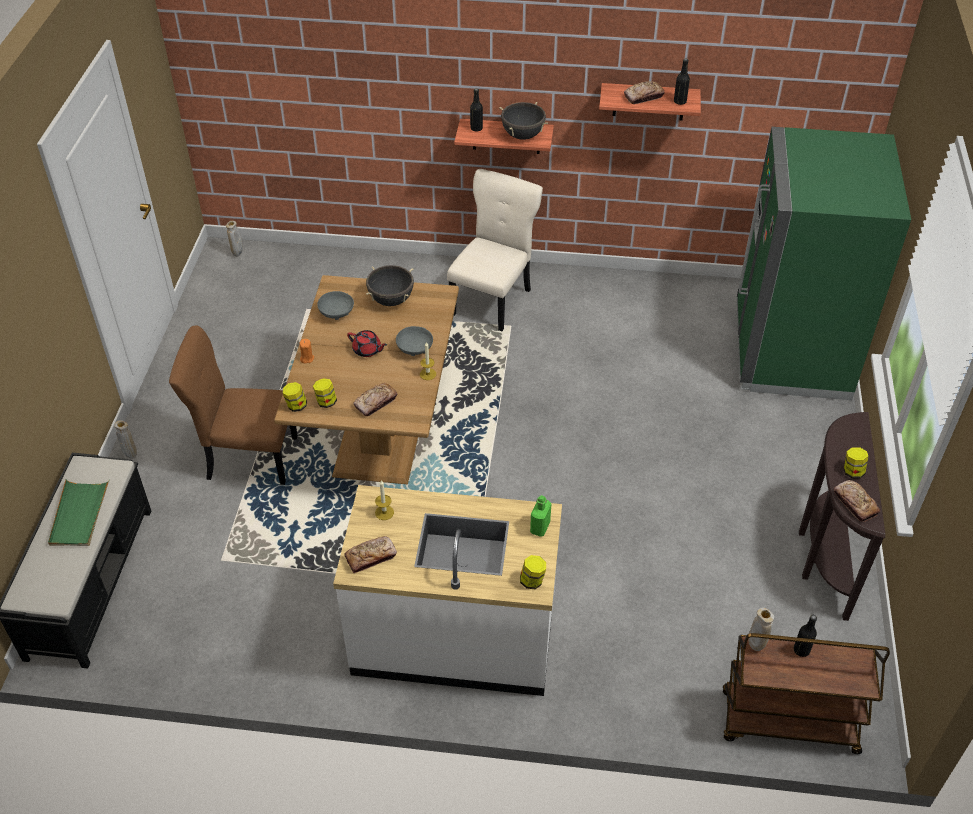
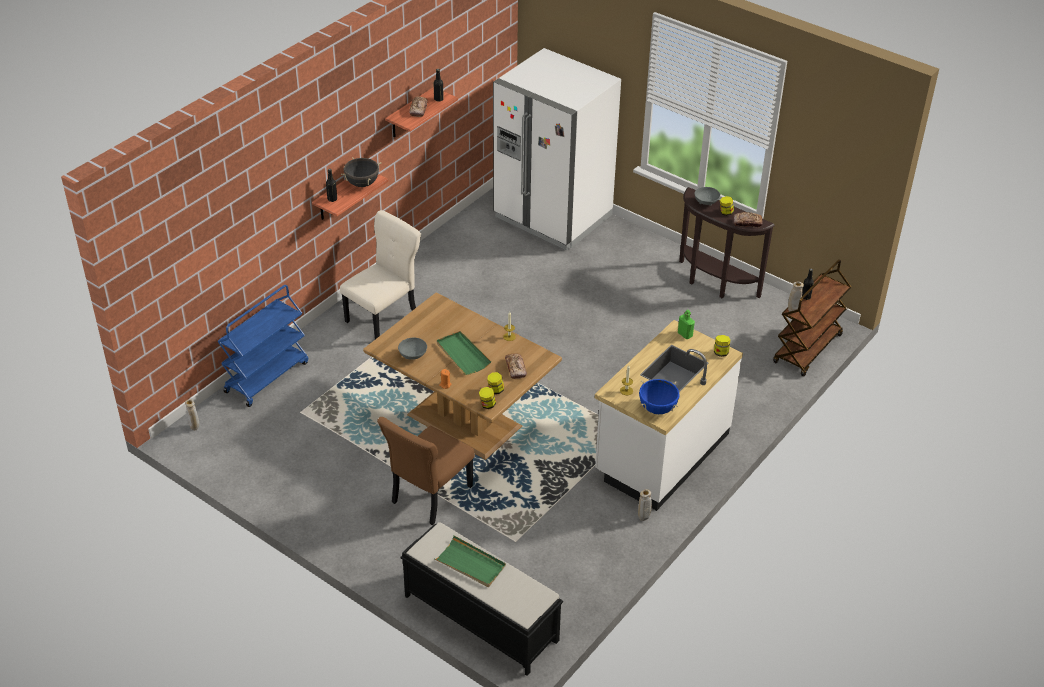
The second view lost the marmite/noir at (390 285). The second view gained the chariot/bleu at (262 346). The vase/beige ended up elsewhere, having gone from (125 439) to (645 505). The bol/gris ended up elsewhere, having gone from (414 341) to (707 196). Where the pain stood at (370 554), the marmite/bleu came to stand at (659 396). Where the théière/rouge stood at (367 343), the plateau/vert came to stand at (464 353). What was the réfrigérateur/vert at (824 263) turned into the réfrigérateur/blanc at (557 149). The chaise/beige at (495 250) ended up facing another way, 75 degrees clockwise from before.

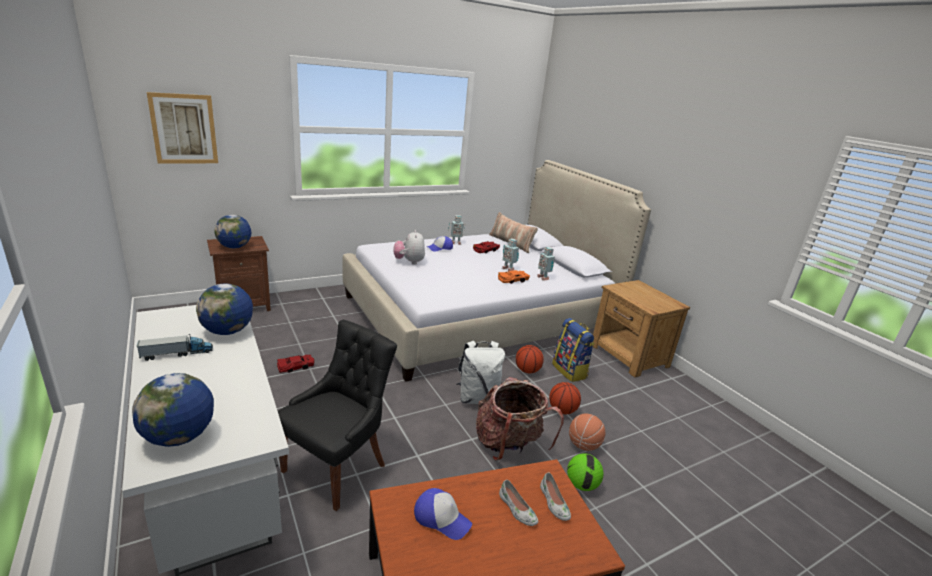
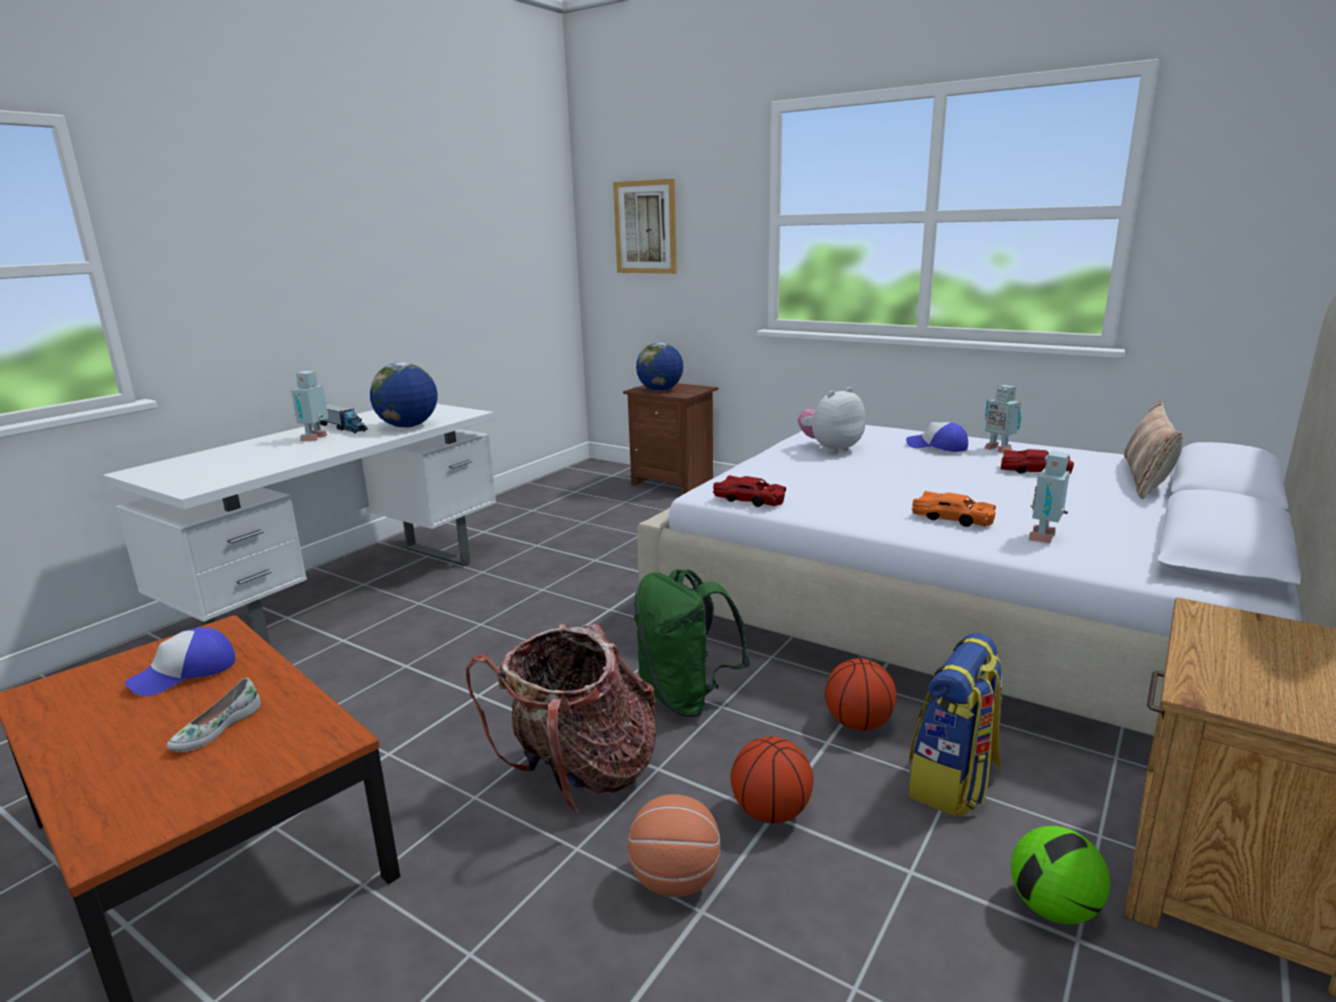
The second view lost the globe at (173 410). The second view lost the chaise/noir at (337 415). The second view lost the chaussure/blanc at (555 496). The petite voiture/rouge ended up elsewhere, having gone from (295 364) to (749 491). The robot jouet ended up elsewhere, having gone from (510 254) to (310 406). The ballon de foot ended up elsewhere, having gone from (585 472) to (1060 875). What was the sac à dos/blanc at (480 372) turned into the sac à dos/vert at (692 643). The casquette at (443 514) ended up facing another way, 45 degrees clockwise from before.

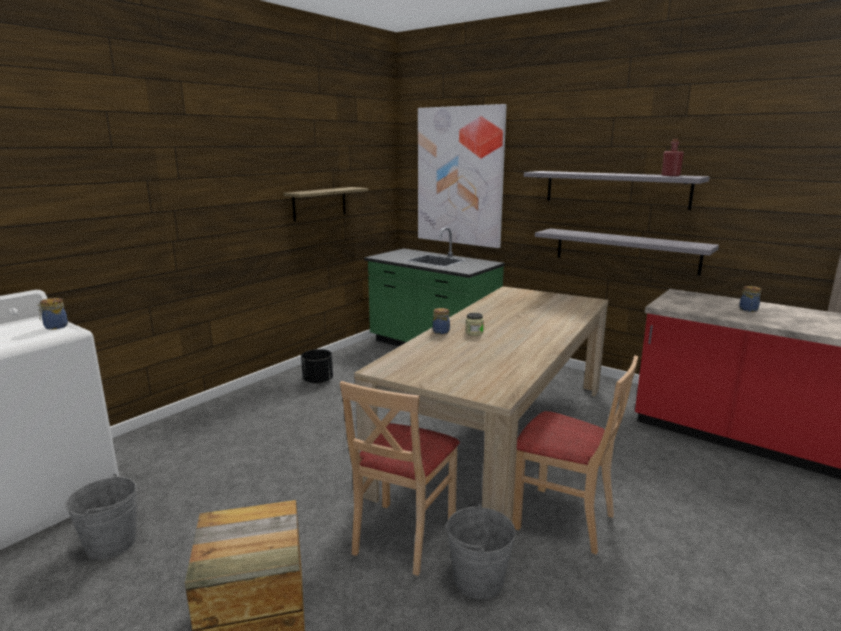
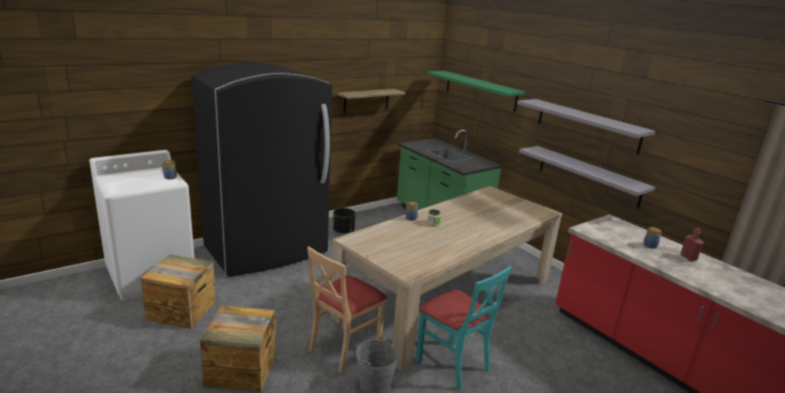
The second view gained the réfrigérateur/noir at (262 169). The bouteille/rouge ended up elsewhere, having gone from (673 157) to (692 244). Where the seau/gris stood at (101 517), the caisse came to stand at (178 291). Where the tableau hung at (462 176), the étagère/vert came to hang at (475 91). What was the chaise/beige at (575 455) turned into the chaise/turquoise at (463 328).

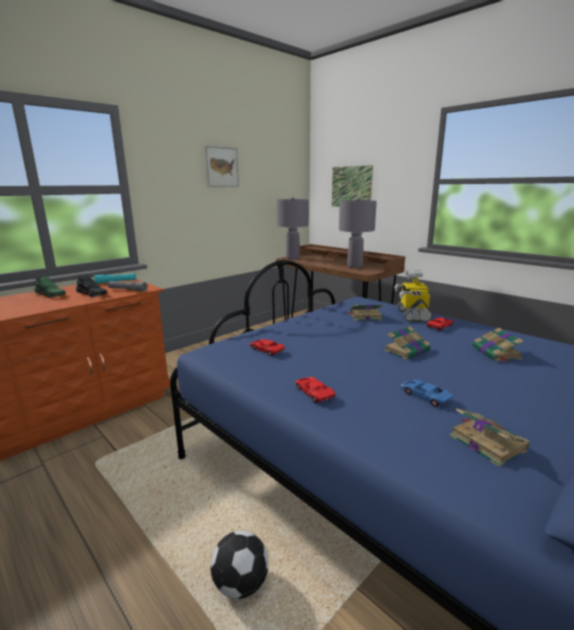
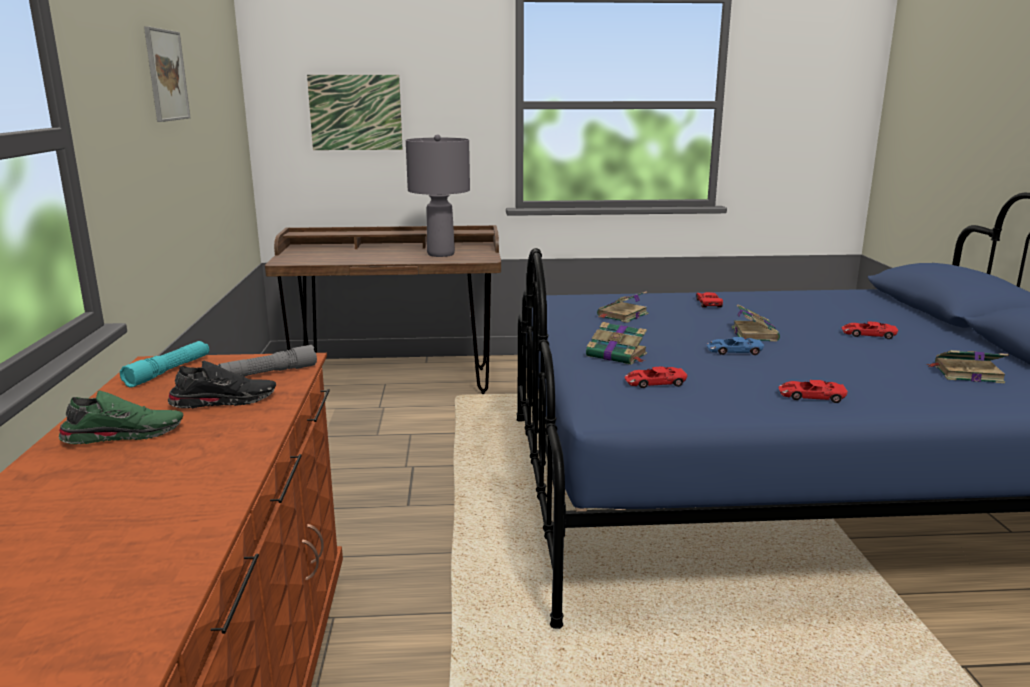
The second view lost the ballon de foot at (239 565). The second view lost the lampe de table/gris at (293 228). The second view lost the robot jouet at (413 296). The second view gained the petite voiture/rouge at (869 330). The petite voiture/bleu ended up elsewhere, having gone from (427 393) to (735 346). The livre ended up elsewhere, having gone from (497 345) to (616 343).

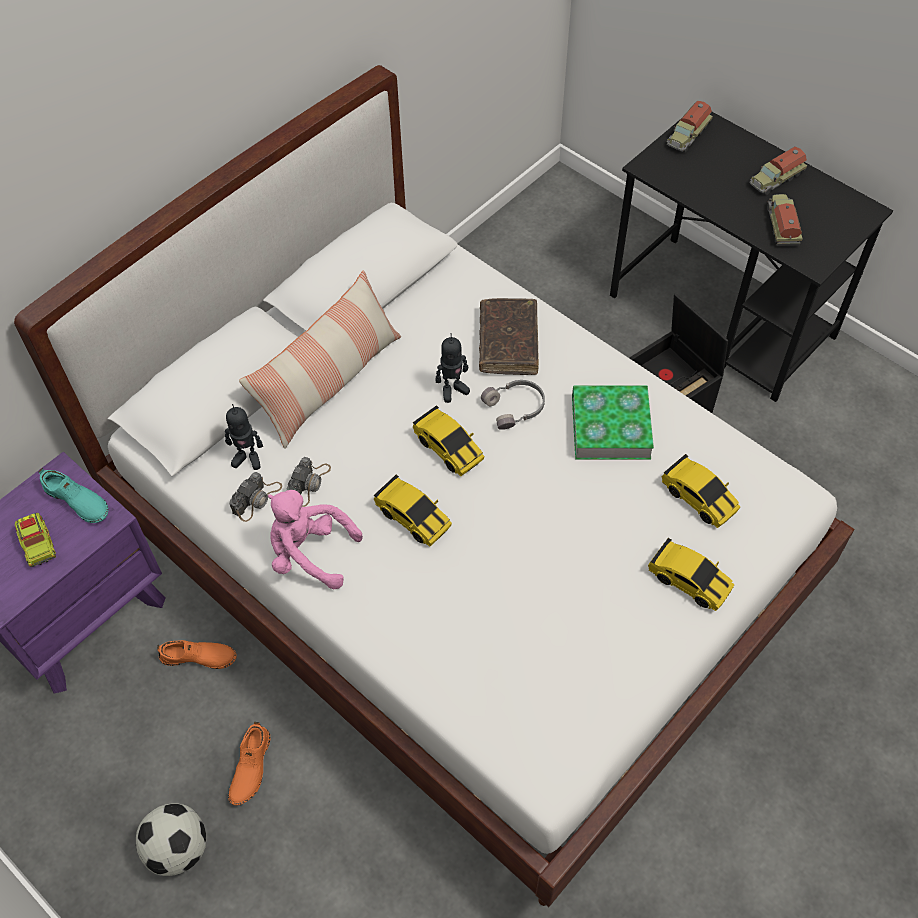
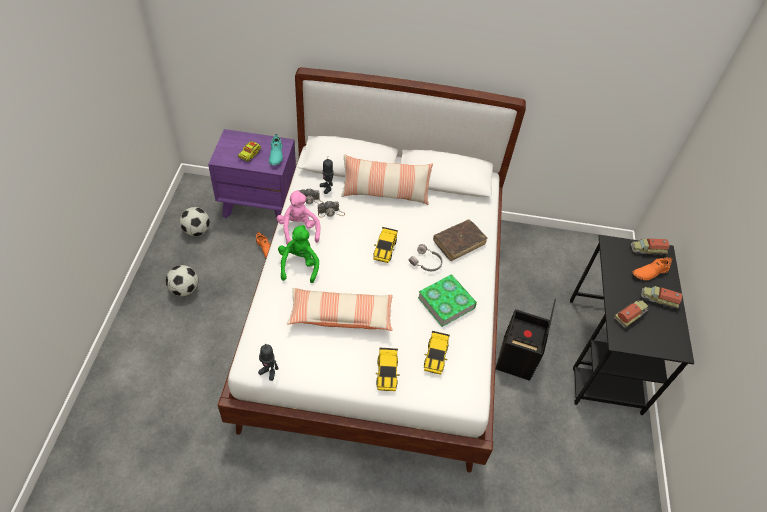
The second view lost the petite voiture at (413 510). The second view gained the ballon de foot at (195 221). The second view gained the peluche/vert at (298 254). The second view gained the coussin at (340 309). The chaussure/orange ended up elsewhere, having gone from (249 763) to (652 268). The robot jouet ended up elsewhere, having gone from (453 368) to (268 362).

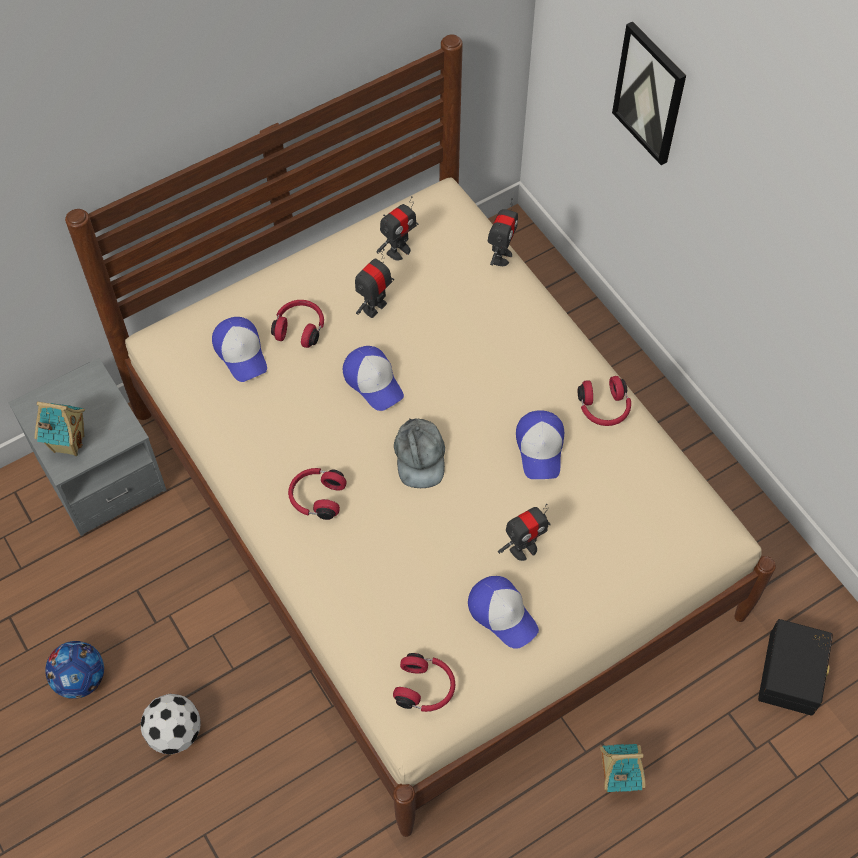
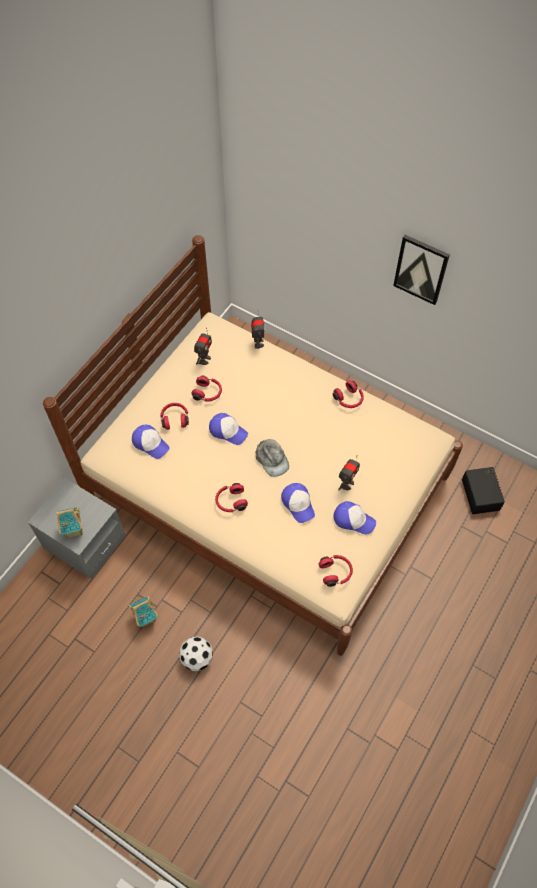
The second view lost the ballon de foot at (74 670). The casquette ended up elsewhere, having gone from (540 444) to (298 503). The maison miniature ended up elsewhere, having gone from (623 768) to (143 611). The tableau ended up elsewhere, having gone from (649 93) to (421 270). Where the robot jouet stood at (374 283), the casque audio/rouge came to stand at (207 389).

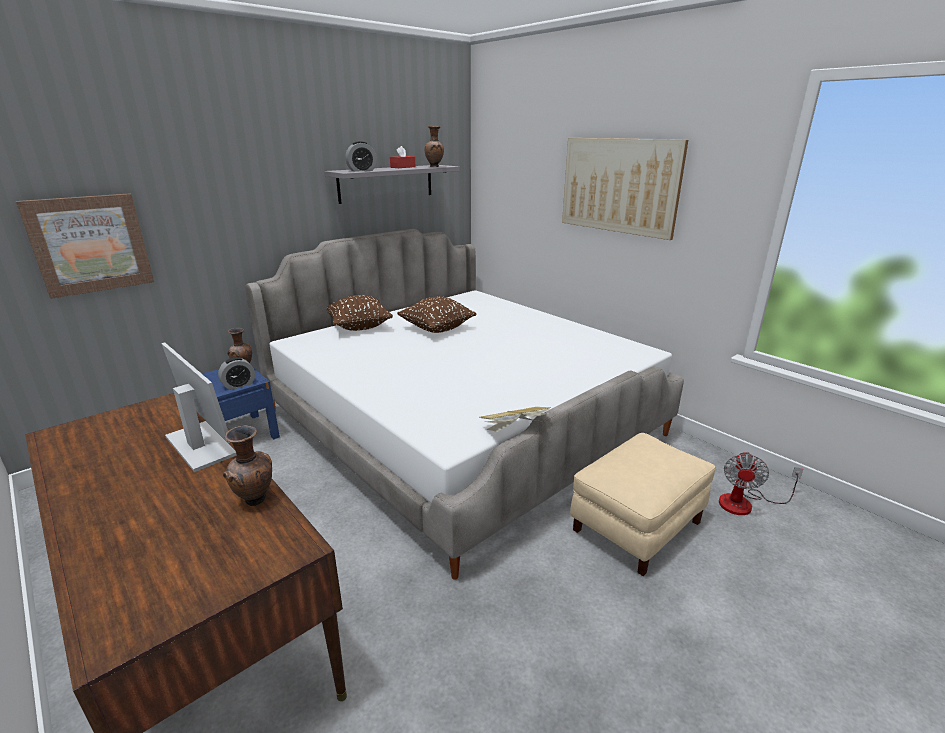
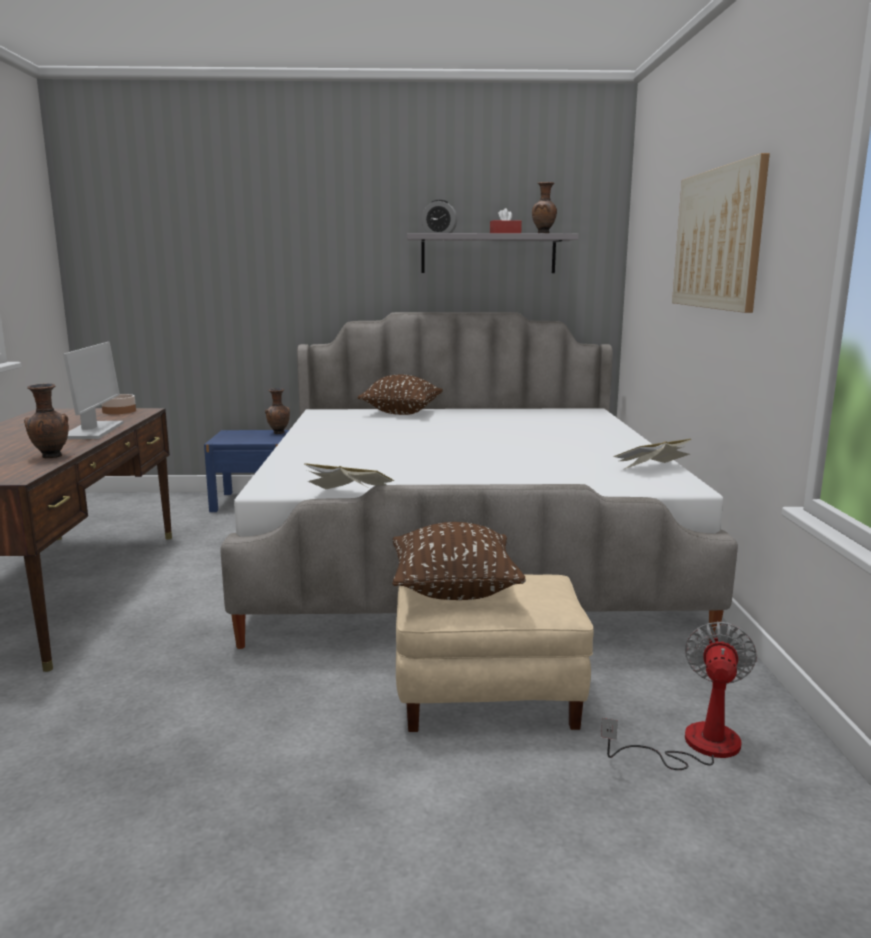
The second view lost the tableau at (85 246). The second view lost the réveil at (236 373). The second view gained the bol at (118 404). The second view gained the livre at (652 454). The coussin/marron ended up elsewhere, having gone from (436 314) to (459 561). The ventilateur at (761 483) ended up facing another way, 135 degrees clockwise from before.

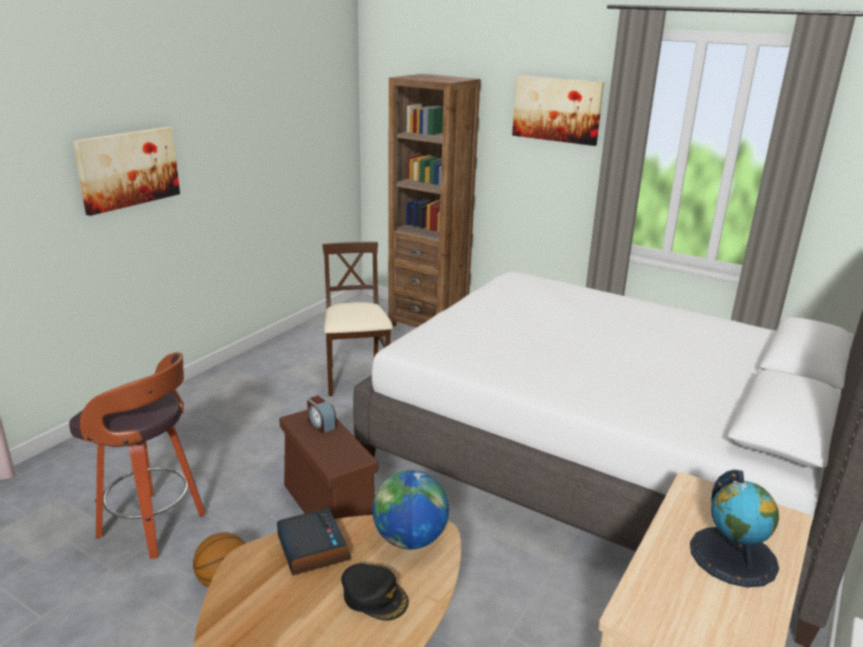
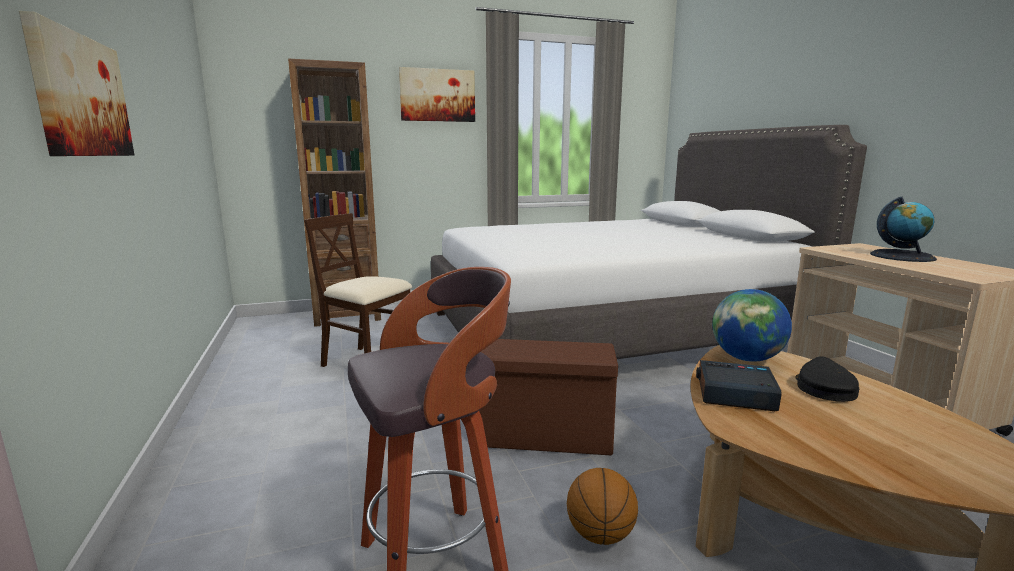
The second view lost the réveil at (321 414). The casquette/noir at (375 592) ended up facing another way, 60 degrees counterclockwise from before.

